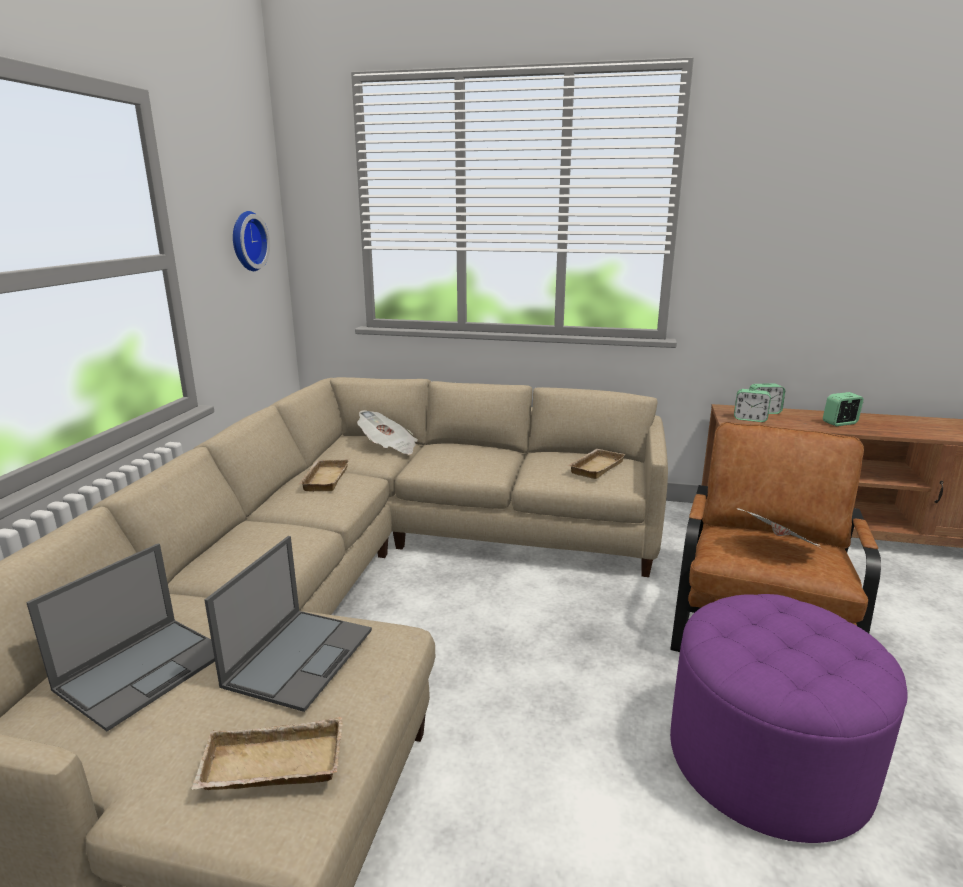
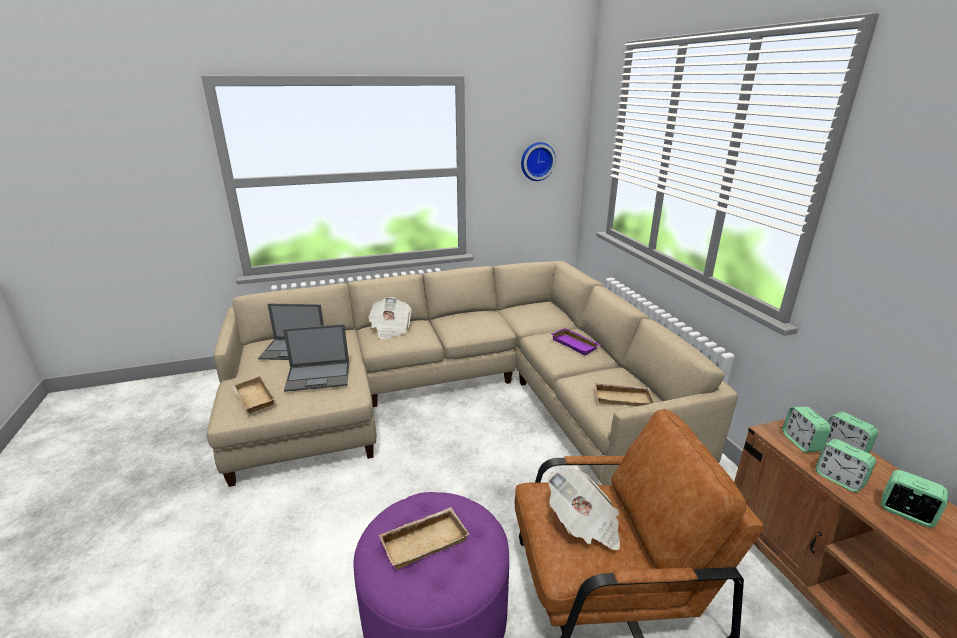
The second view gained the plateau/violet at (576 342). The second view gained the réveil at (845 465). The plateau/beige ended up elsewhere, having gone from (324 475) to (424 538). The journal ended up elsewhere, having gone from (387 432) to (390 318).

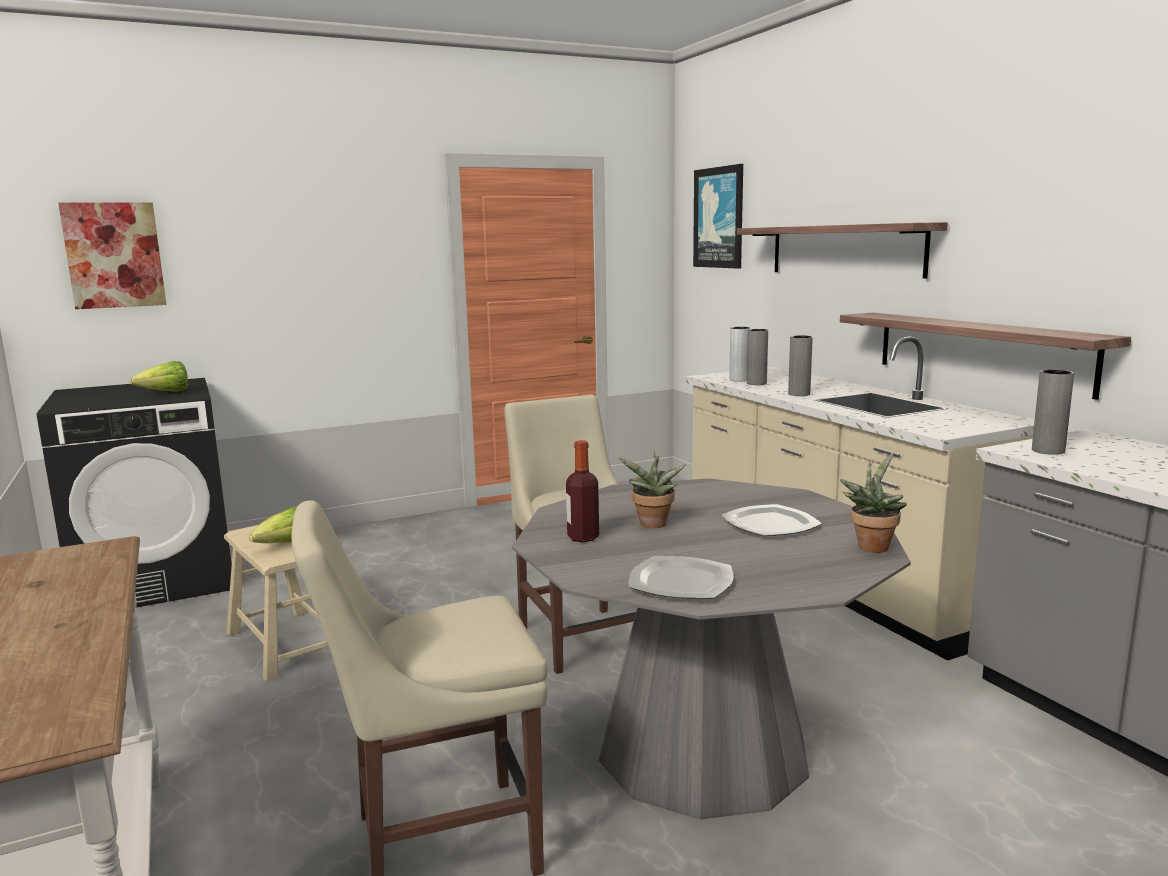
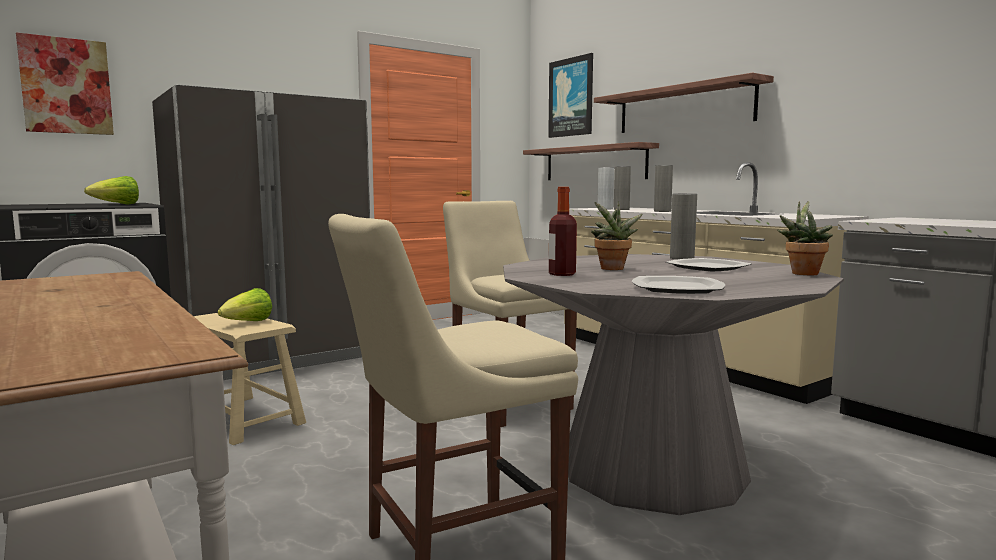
The second view gained the réfrigérateur/gris at (261 232). The étagère ended up elsewhere, having gone from (985 356) to (591 161). The vase/gris ended up elsewhere, having gone from (1053 412) to (683 226).

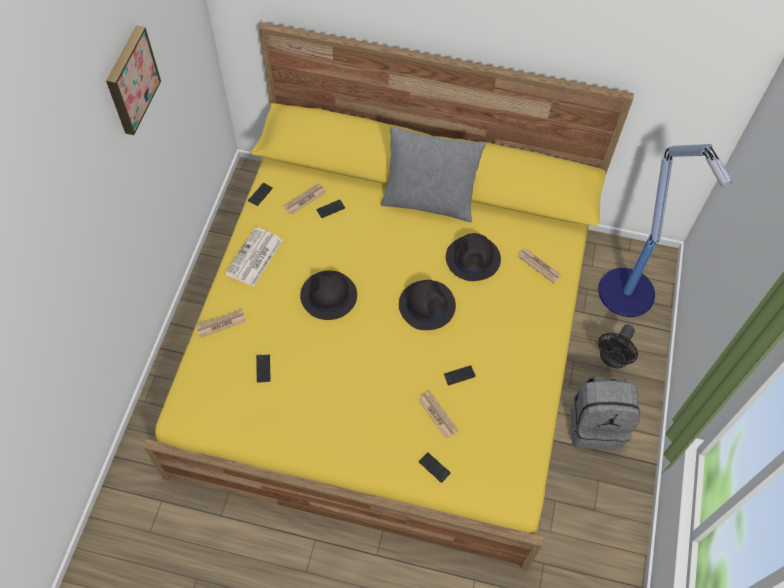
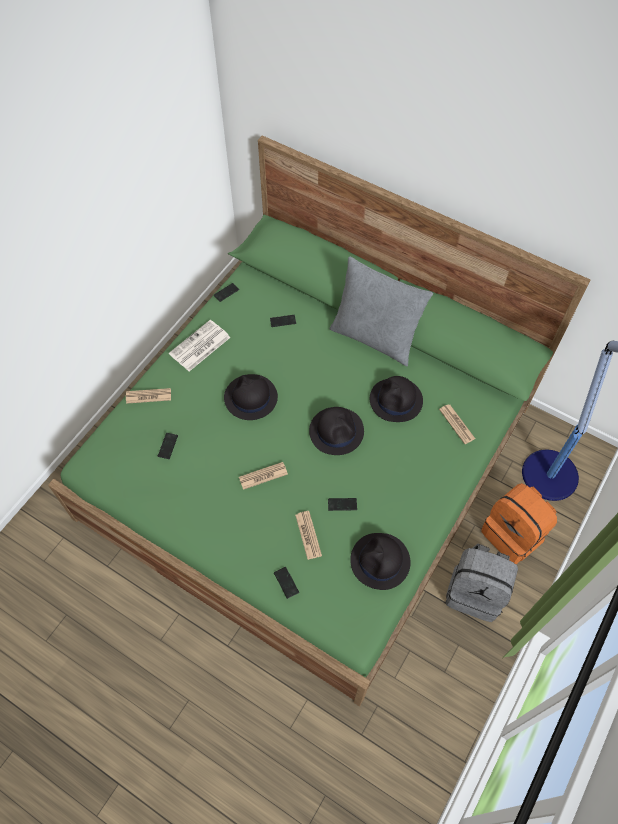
The second view lost the tableau at (133 80). The second view gained the chapeau/noir at (380 561). The journal ended up elsewhere, having gone from (305 199) to (263 476). Where the ventilateur/noir stood at (618 346), the sac à dos/orange came to stand at (519 523). What was the lit/jaune at (388 296) turned into the lit/vert at (319 421).

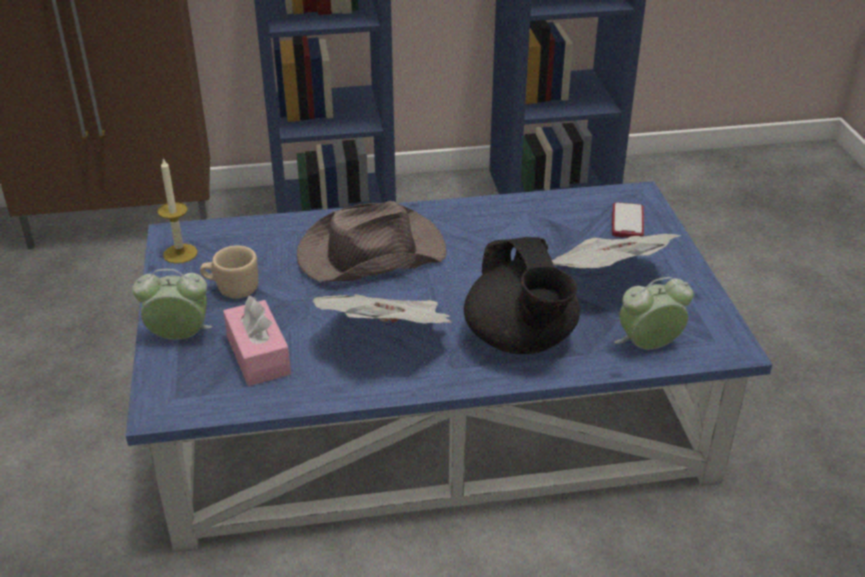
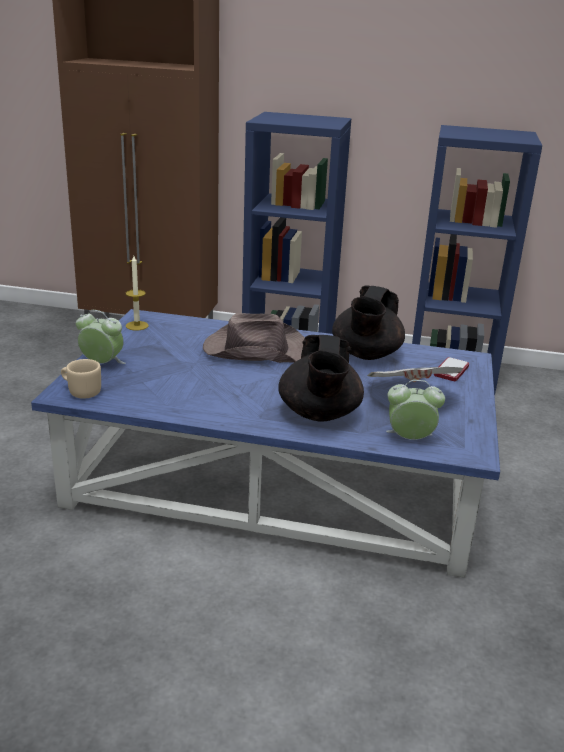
The second view lost the boîte à mouchoirs/rose at (257 341). The second view lost the journal at (382 309). The second view gained the théière/noir at (368 323). The mug/beige ended up elsewhere, having gone from (229 272) to (81 379).

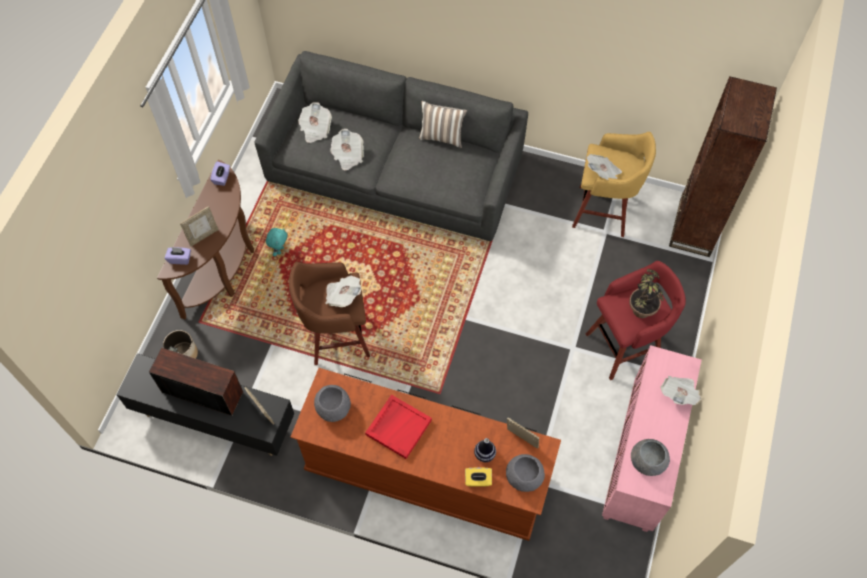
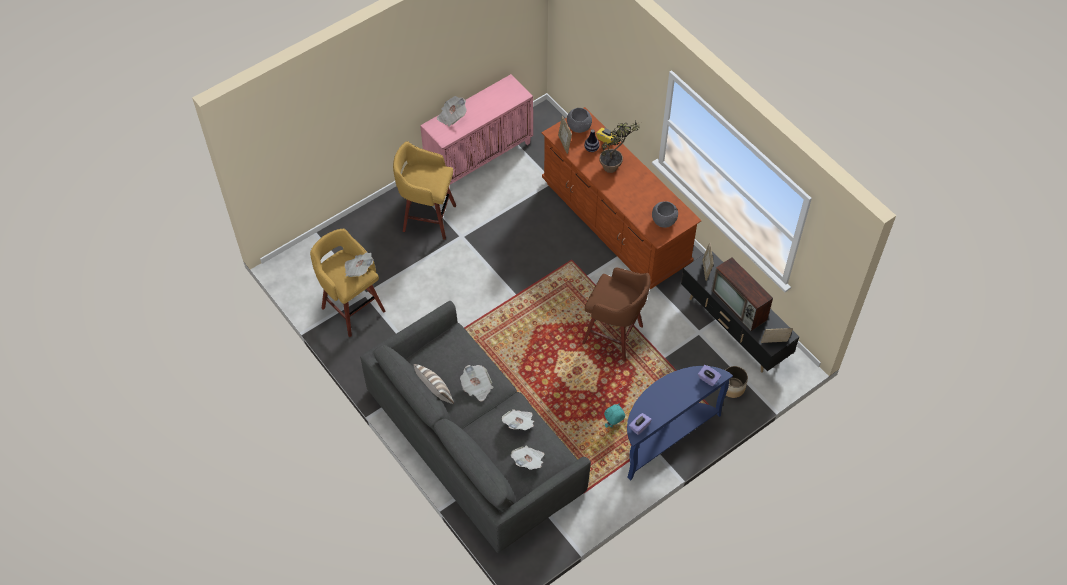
The second view lost the plateau/rouge at (398 427). The second view lost the bol/gris at (650 457). The second view lost the bibliothèque/marron at (723 166). The cadre photo ended up elsewhere, having gone from (199 226) to (777 335). The journal ended up elsewhere, having gone from (343 291) to (476 383). The plante en pot ended up elsewhere, having gone from (646 293) to (619 146). What was the table console/marron at (205 239) turned into the table console/bleu at (680 423). What was the tabouret/rouge at (636 320) turned into the tabouret/jaune at (424 190).

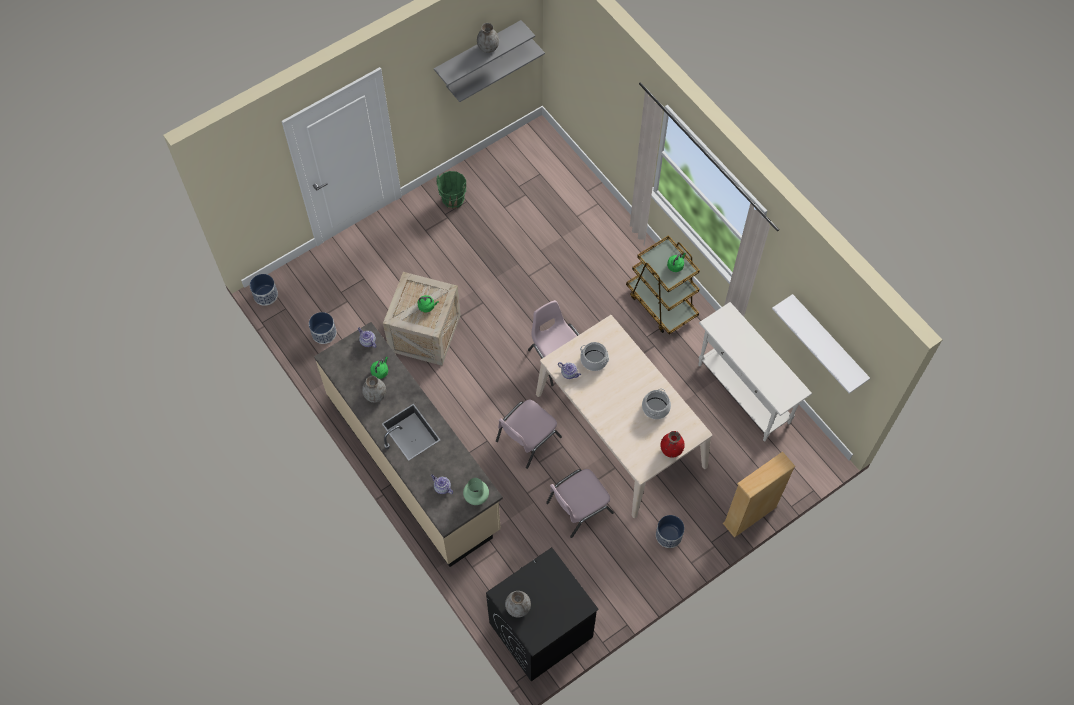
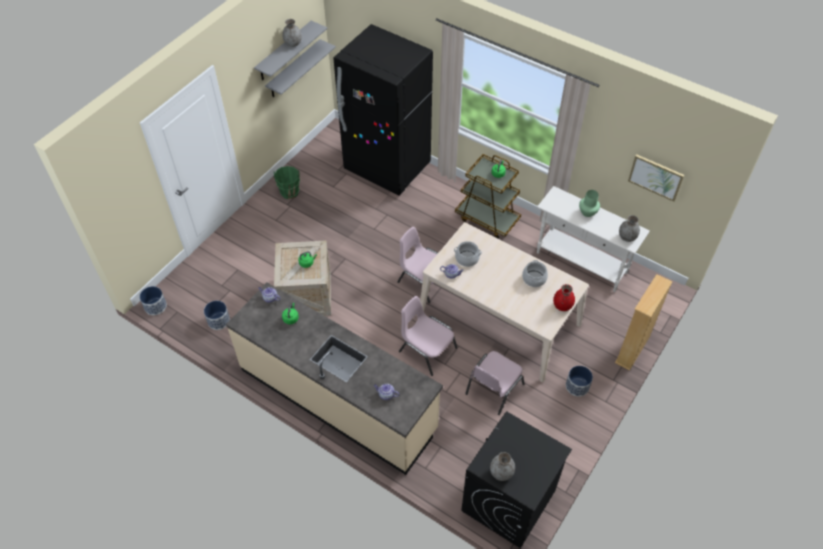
The second view gained the réfrigérateur/noir at (383 110). The vase/gris ended up elsewhere, having gone from (374 389) to (629 228). The vase/vert ended up elsewhere, having gone from (476 491) to (589 203). Where the étagère/blanc hung at (821 343), the tableau came to hang at (656 178). The chaise/rose at (529 434) ended up facing another way, 105 degrees clockwise from before.

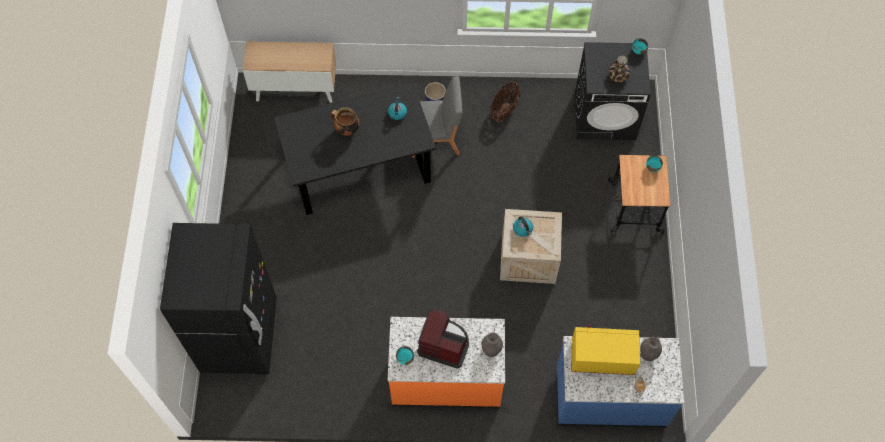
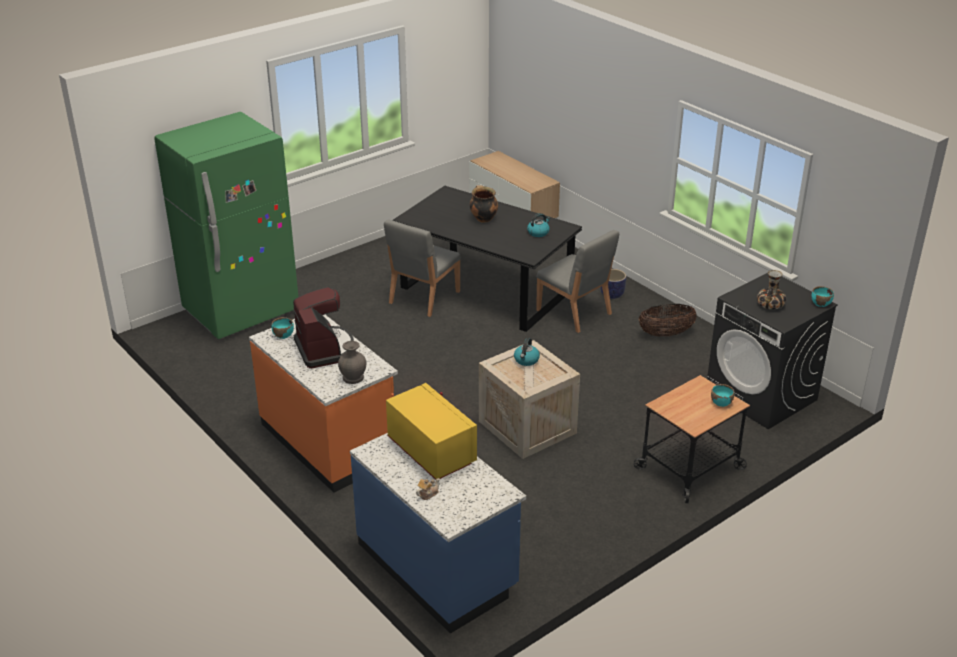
The second view lost the vase/gris at (651 349). The second view gained the chaise/gris at (422 268). What was the réfrigérateur/noir at (218 299) turned into the réfrigérateur/vert at (226 225).

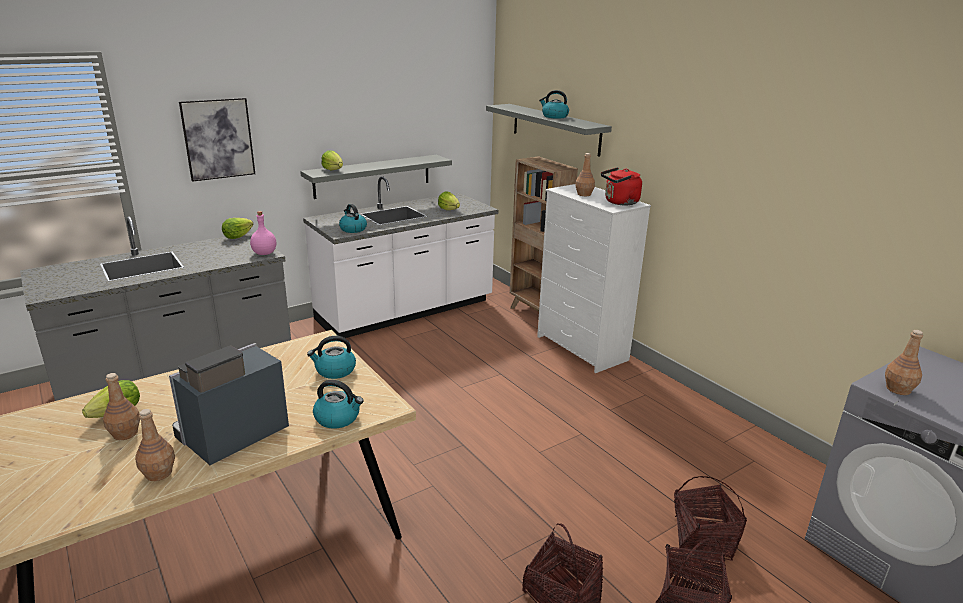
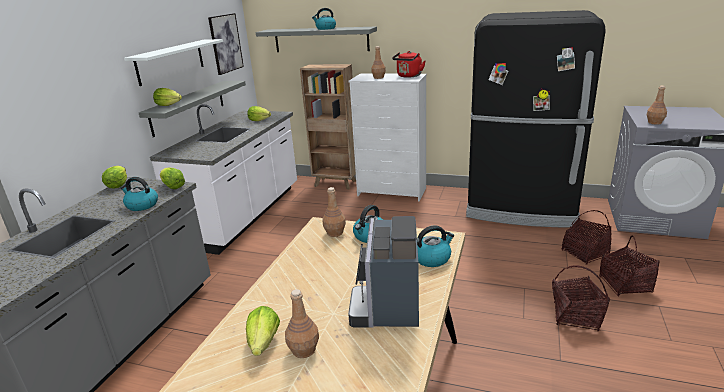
The second view gained the étagère/blanc at (173 62). The second view gained the réfrigérateur/noir at (535 118). The bouteille/marron ended up elsewhere, having gone from (155 445) to (334 212). The tableau ended up elsewhere, having gone from (217 140) to (226 44). The bouilloire ended up elsewhere, having gone from (353 218) to (139 194). Where the bouteille/rose stood at (263 233), the laitue came to stand at (172 178).

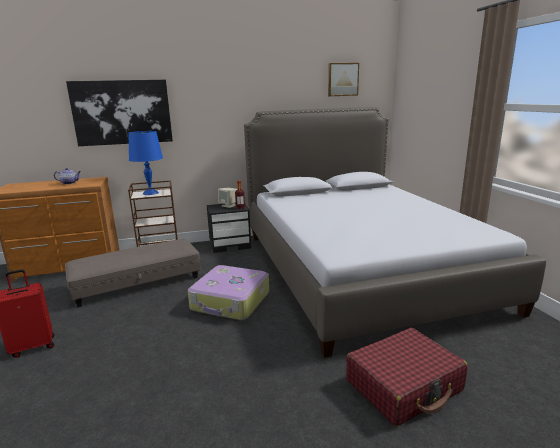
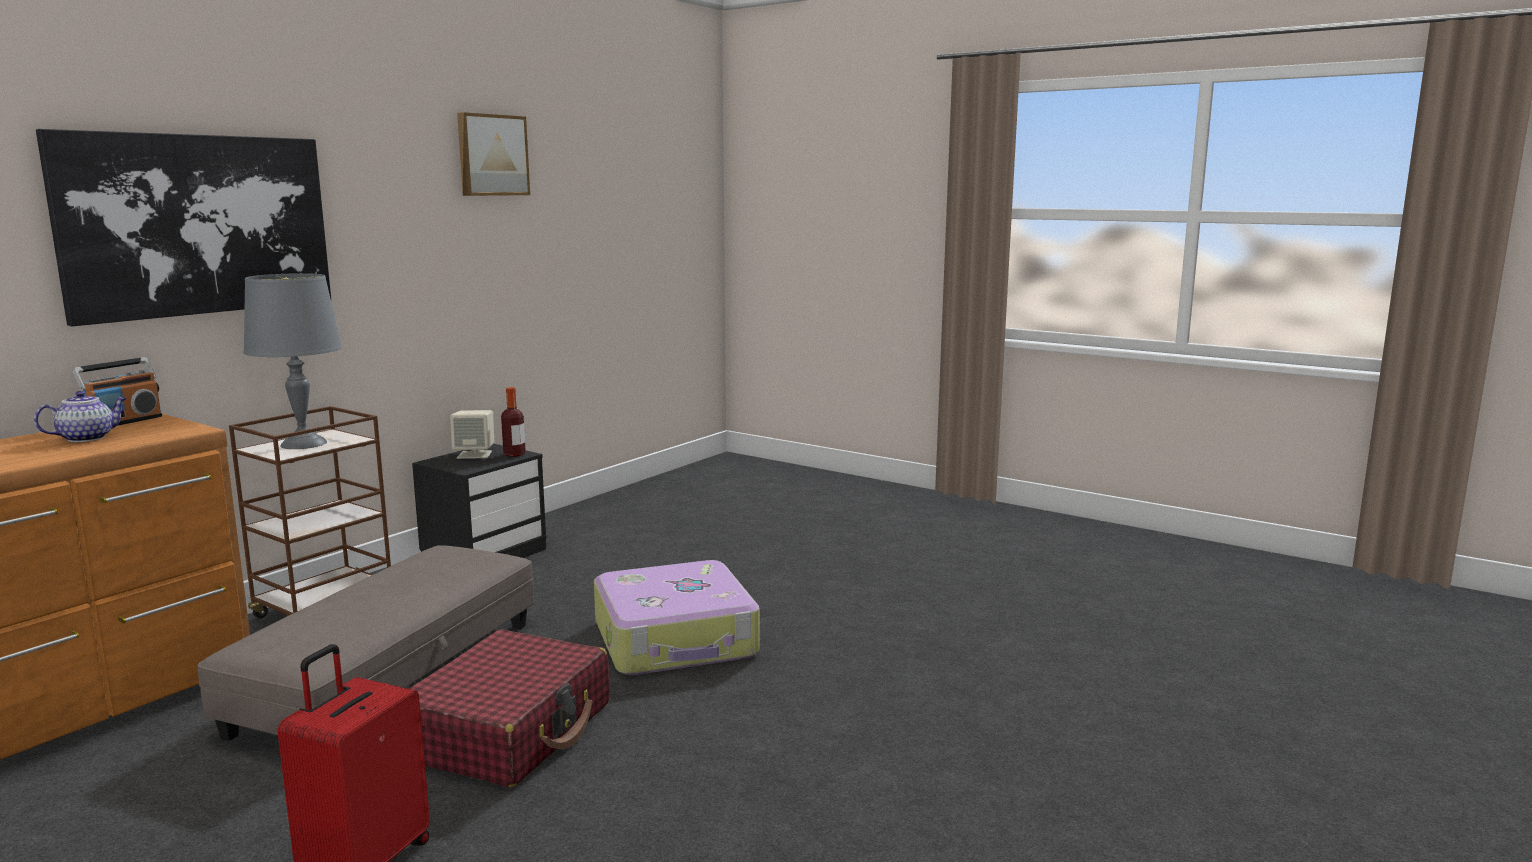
The second view lost the lit at (395 232). The second view gained the radio at (117 391). The tableau ended up elsewhere, having gone from (343 79) to (493 154). The valise/rouge ended up elsewhere, having gone from (407 377) to (509 709). What was the lampe de table/bleu at (145 163) turned into the lampe de table/gris at (292 361).

